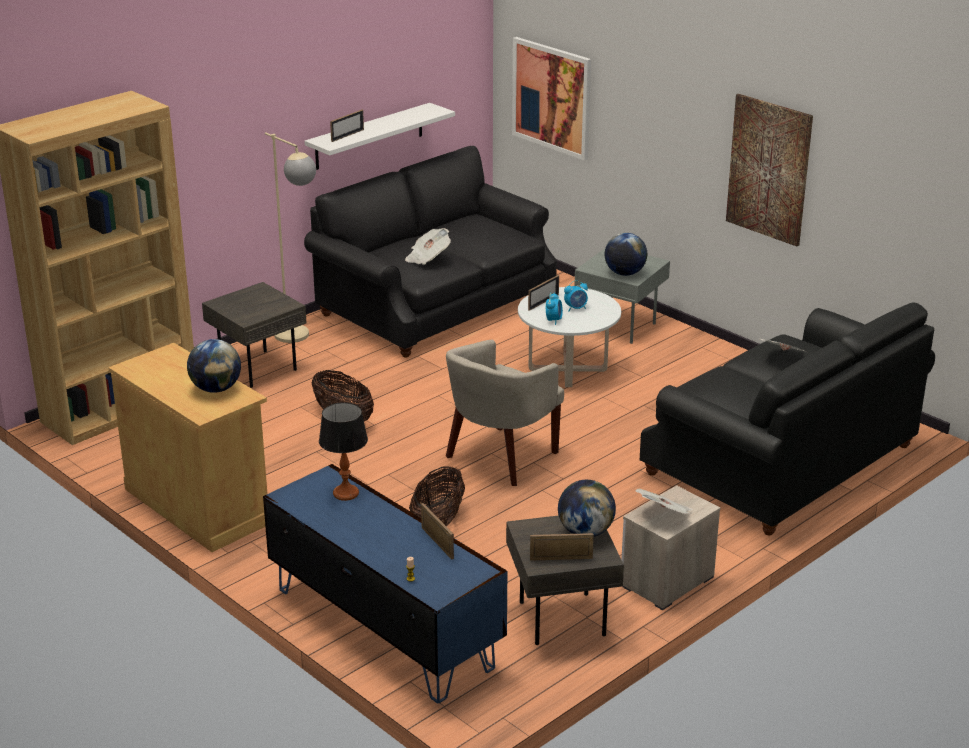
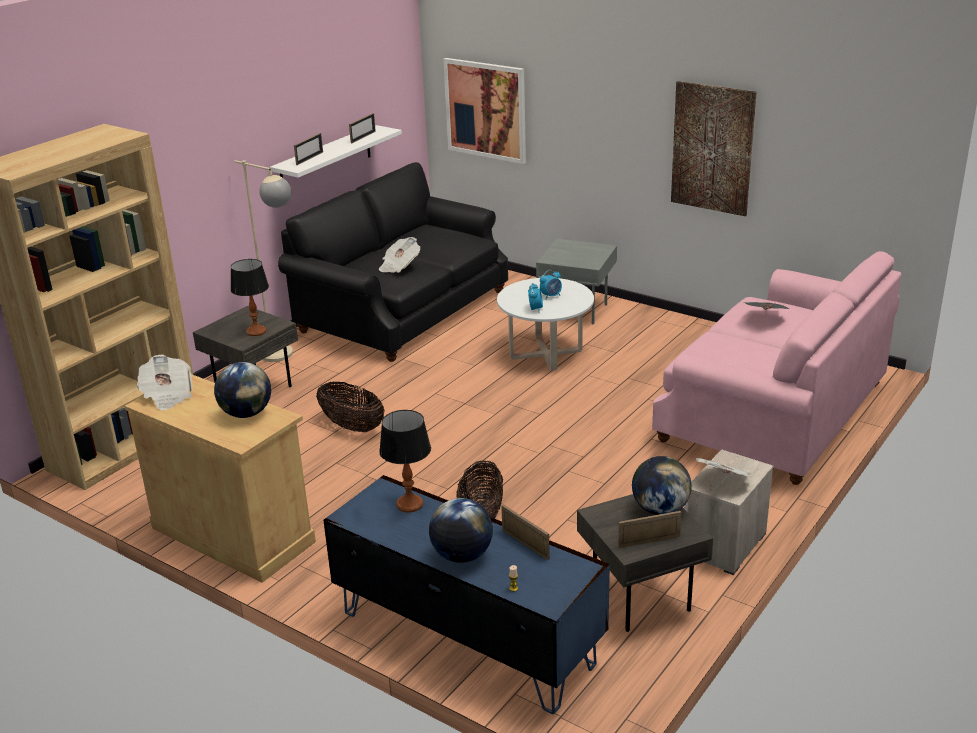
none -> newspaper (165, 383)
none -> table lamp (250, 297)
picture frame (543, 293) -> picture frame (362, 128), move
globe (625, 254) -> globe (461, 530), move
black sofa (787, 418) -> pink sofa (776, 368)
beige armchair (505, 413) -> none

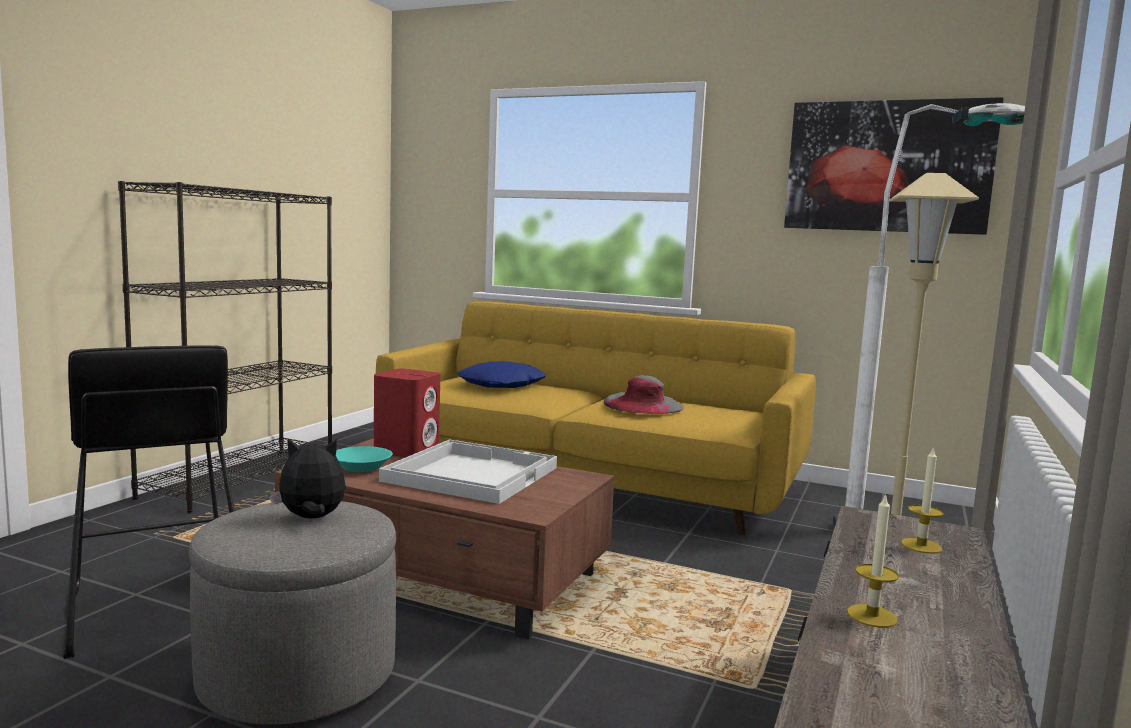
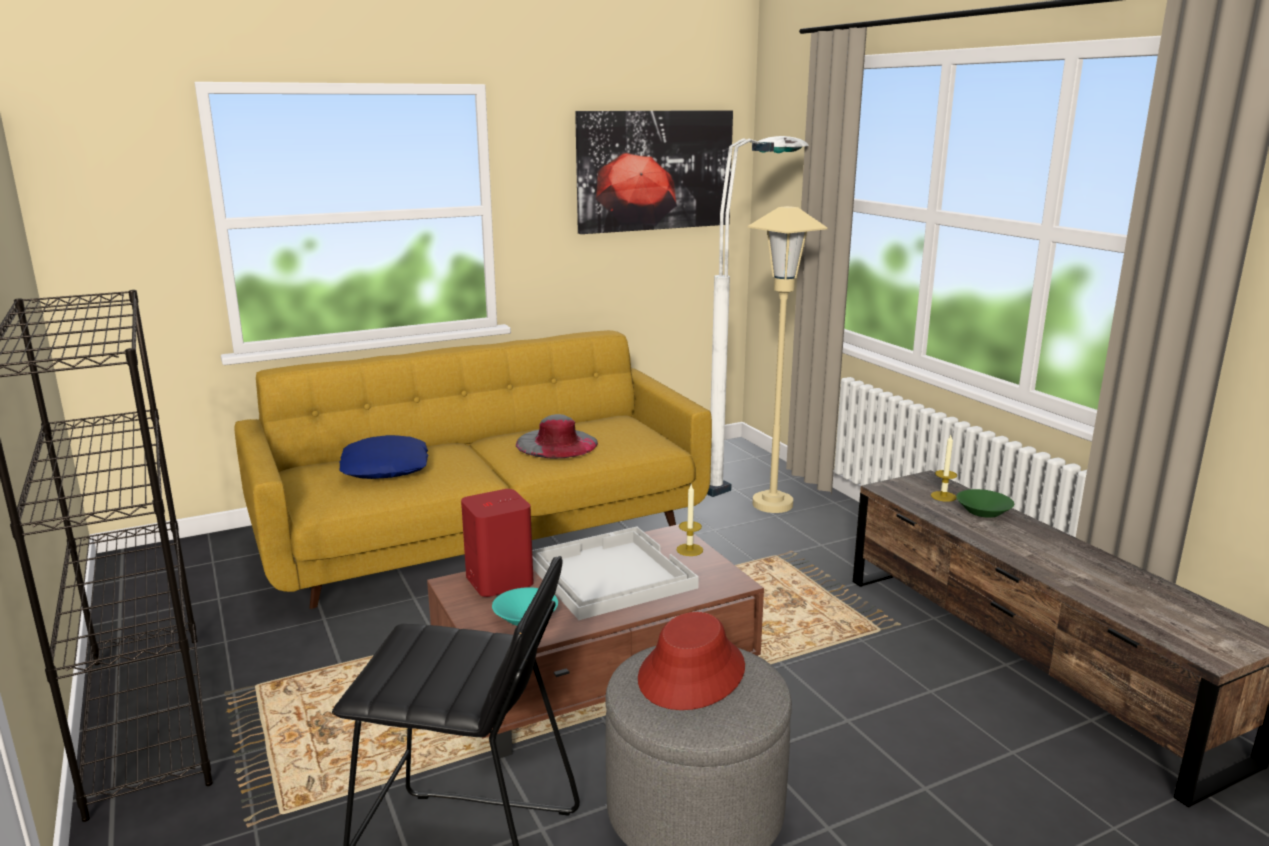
plush toy (308, 478) -> red hat (691, 661)
candle (873, 560) -> candle (689, 520), move
none -> green bowl (985, 503)

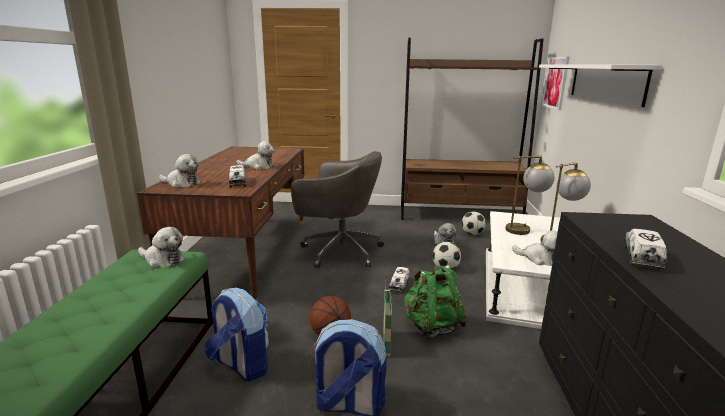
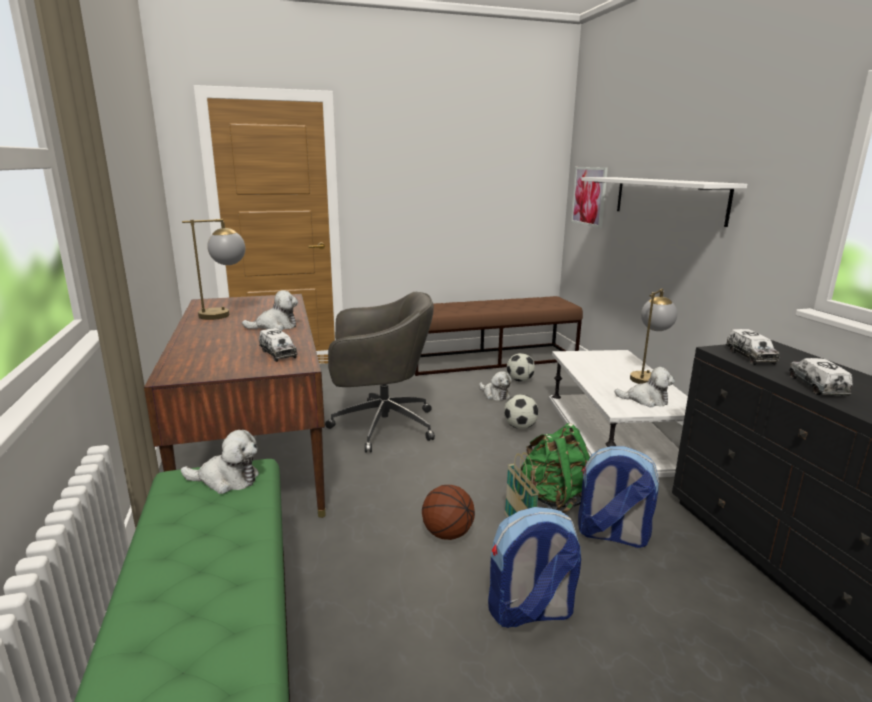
table lamp (530, 195) -> table lamp (213, 269), move
brown bookcase (472, 129) -> brown bench (499, 336)
backpack (236, 335) -> backpack (618, 497), move
toy truck (399, 280) -> toy truck (753, 347), move
plush toy (180, 171) -> none

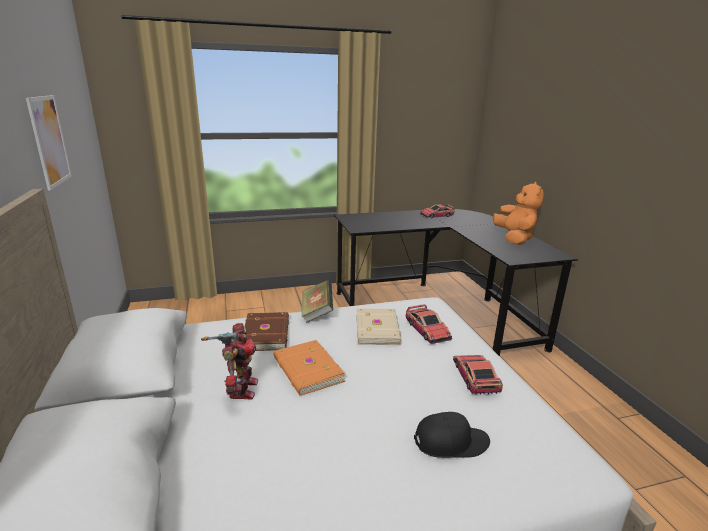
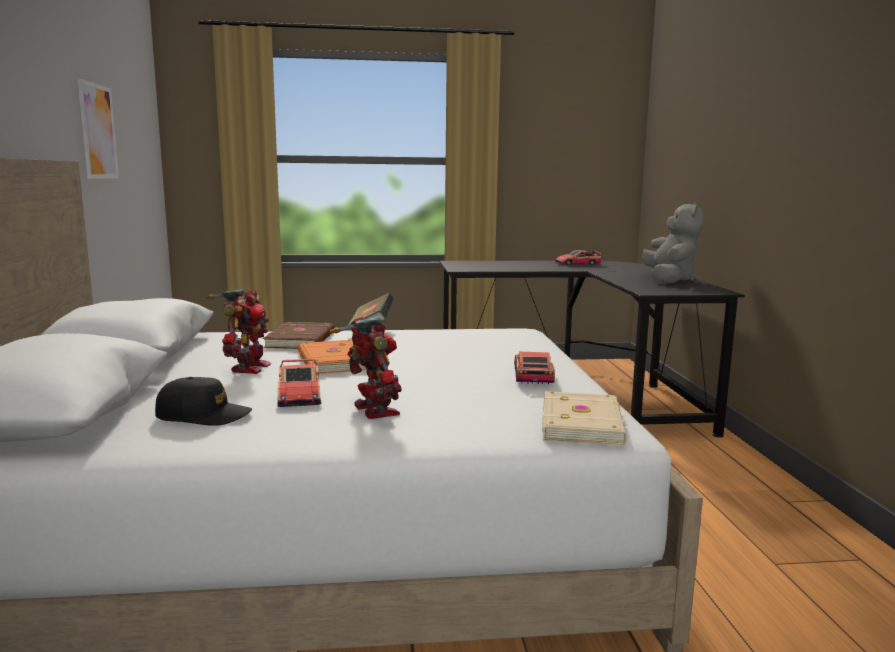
black cap (452, 435) -> black cap (203, 401), move
toy car (429, 324) -> toy car (299, 383), move
none -> toy robot (366, 367)
beige book (379, 326) -> beige book (584, 418), move
orange plush toy (518, 213) -> grey plush toy (673, 242)

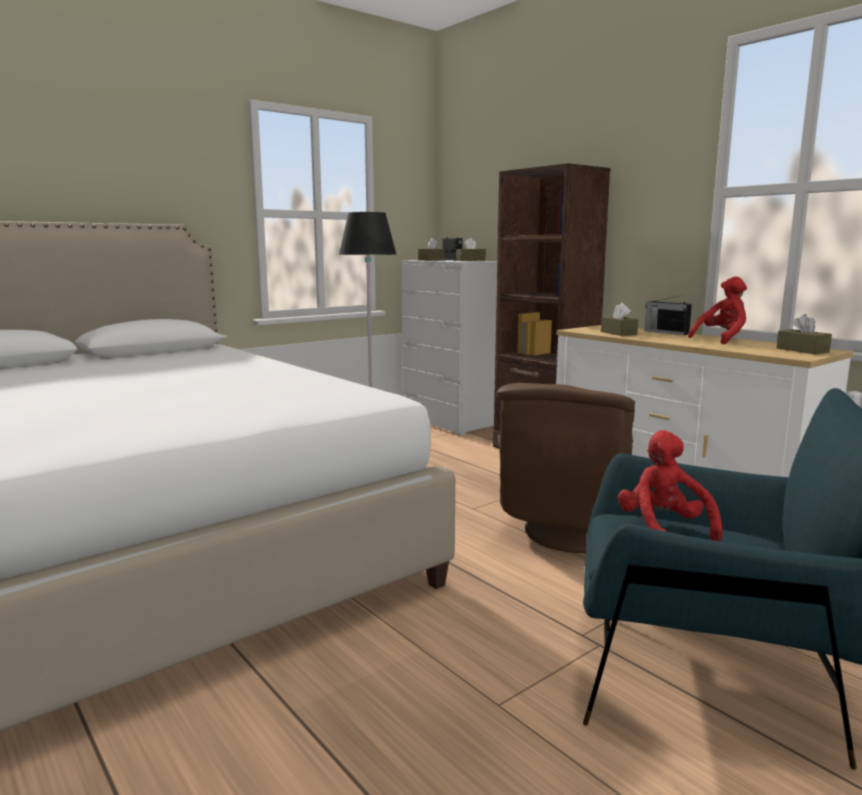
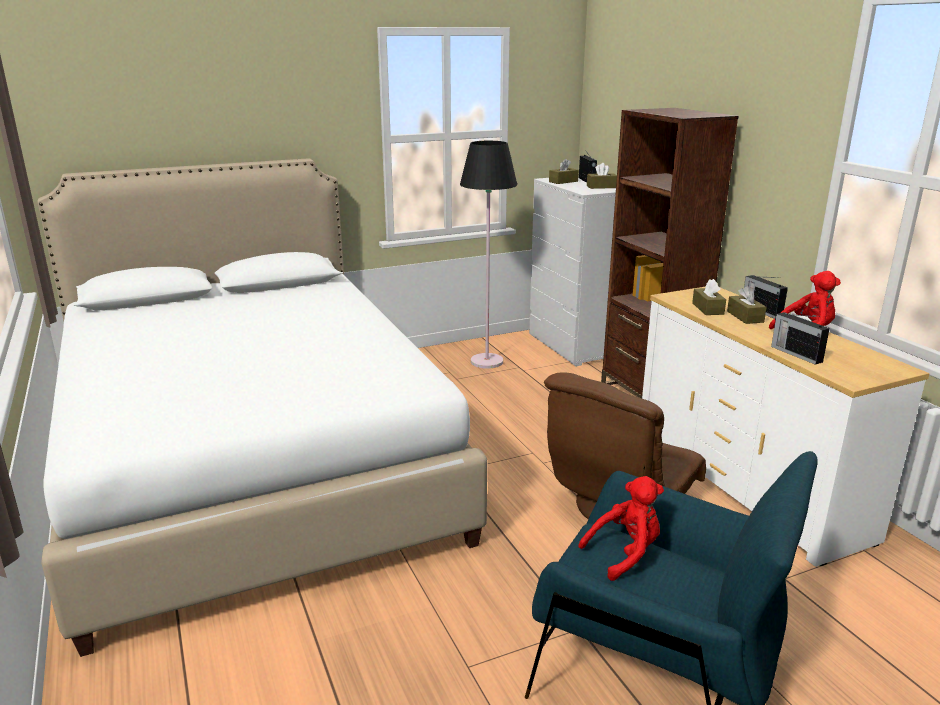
red plush toy (670, 486) -> red plush toy (621, 528), 60 degrees clockwise
brown tissue box (804, 334) -> brown tissue box (747, 305), move
none -> radio (800, 338)

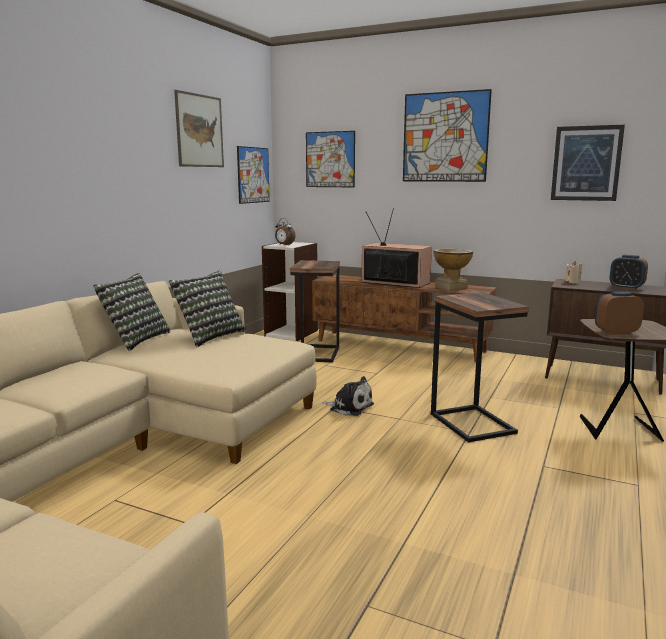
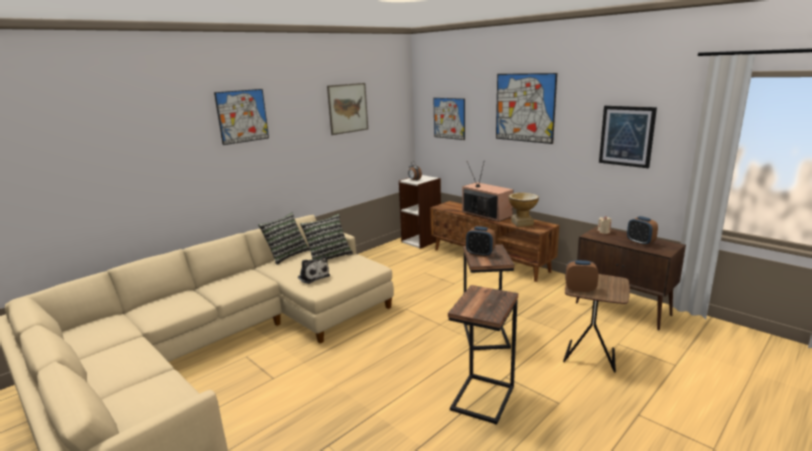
picture (253, 175) -> picture (241, 117), move
plush toy (348, 396) -> plush toy (314, 270), move
side table (315, 311) -> side table (483, 355), move
none -> alarm clock (480, 241)

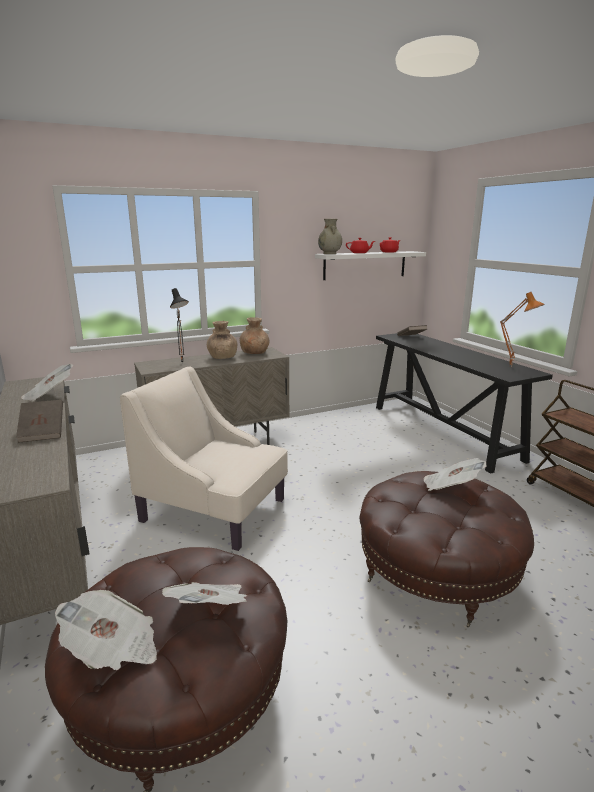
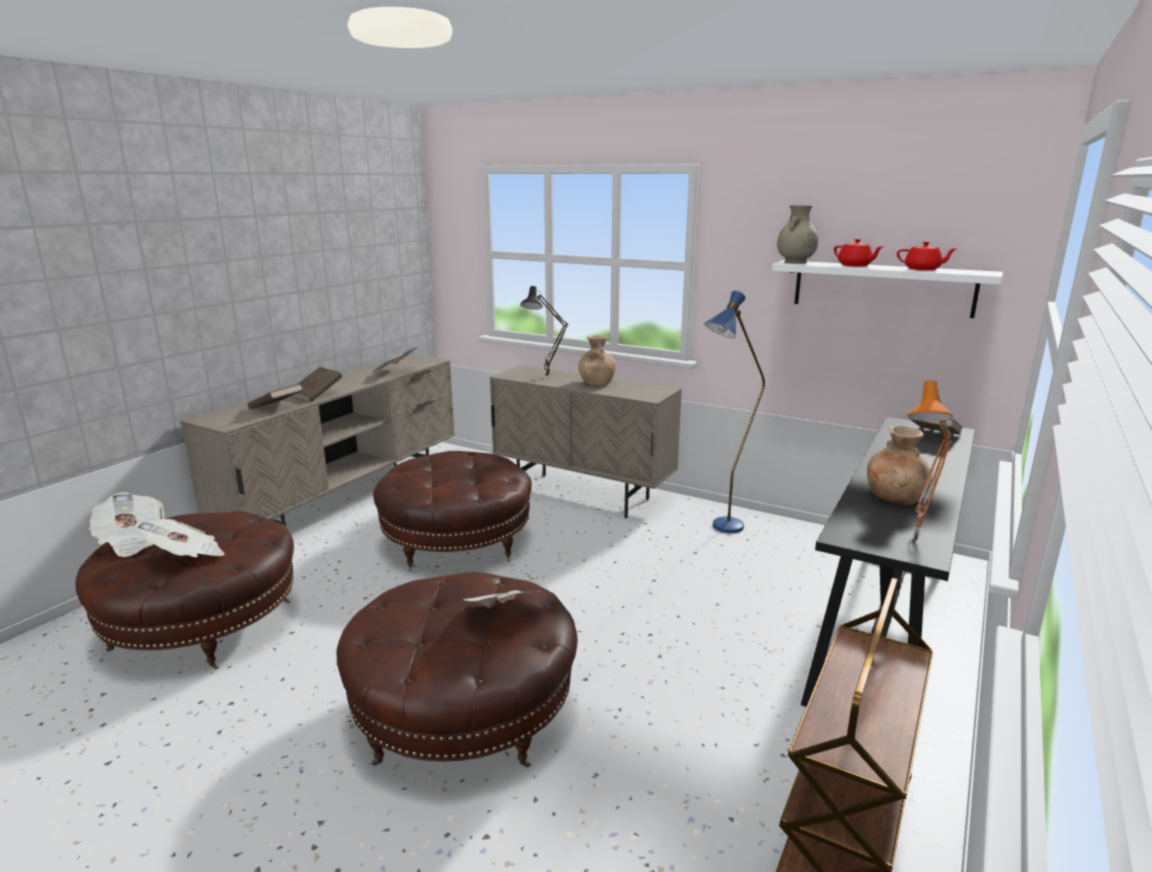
none -> brown book (275, 397)
beige armchair (204, 458) -> brown ottoman (452, 511)
none -> blue floor lamp (734, 412)
brown vase (254, 335) -> brown vase (899, 465), move

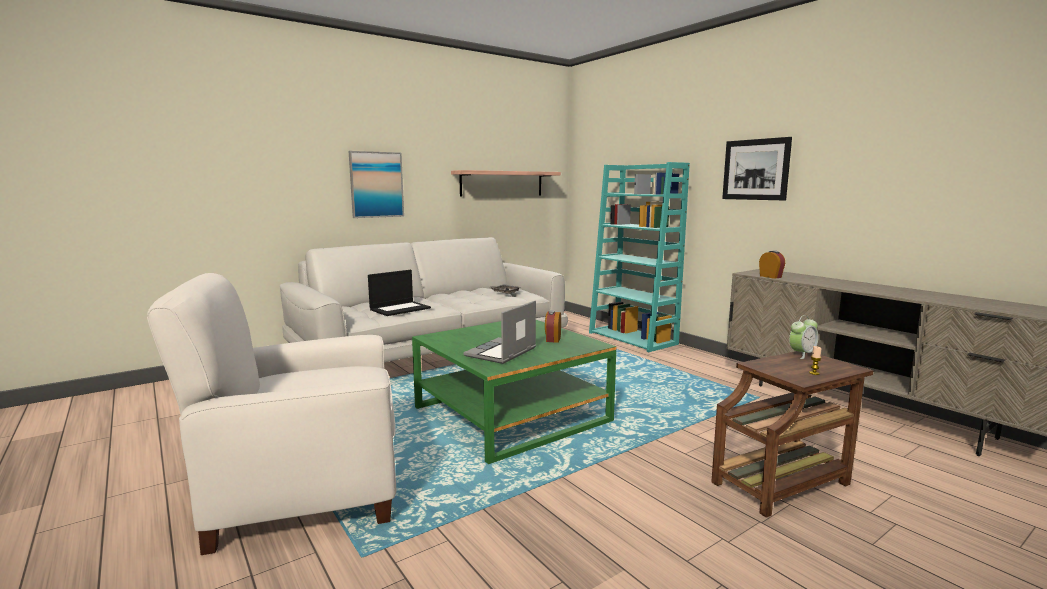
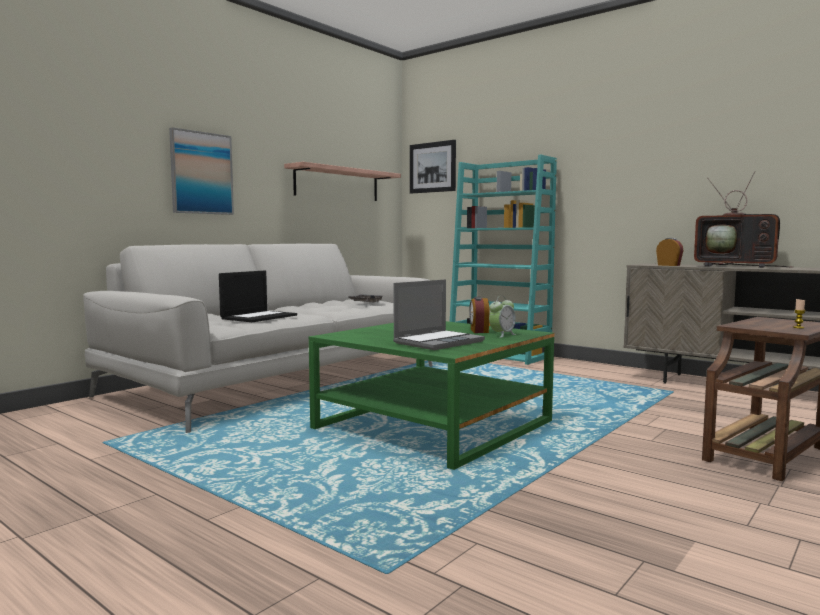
laptop (499, 332) -> laptop (439, 314), 150 degrees counterclockwise
picture (757, 169) -> picture (433, 167), move
alarm clock (804, 337) -> alarm clock (502, 317), move
none -> television (743, 219)
white armchair (271, 414) -> none

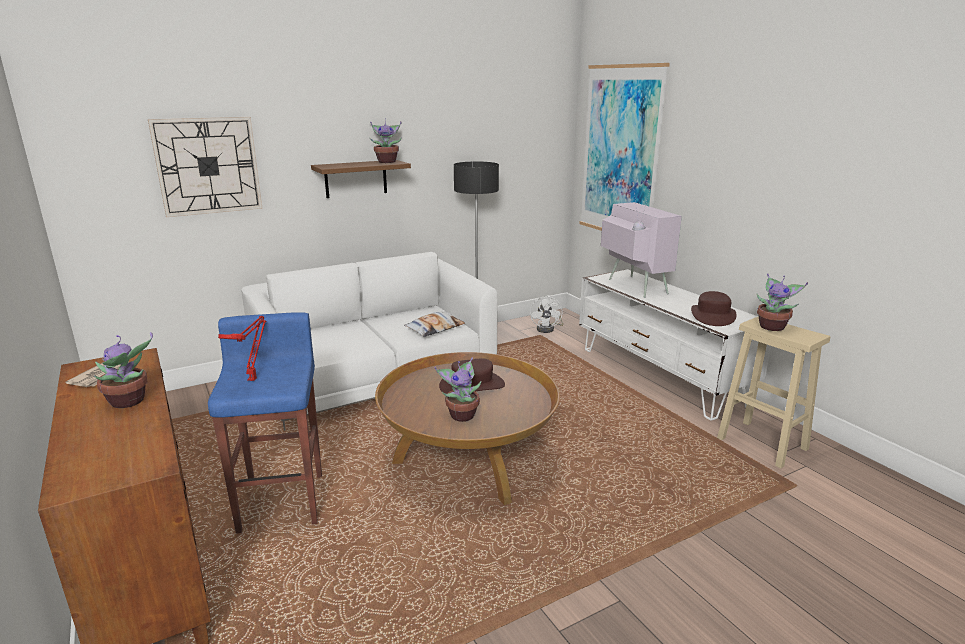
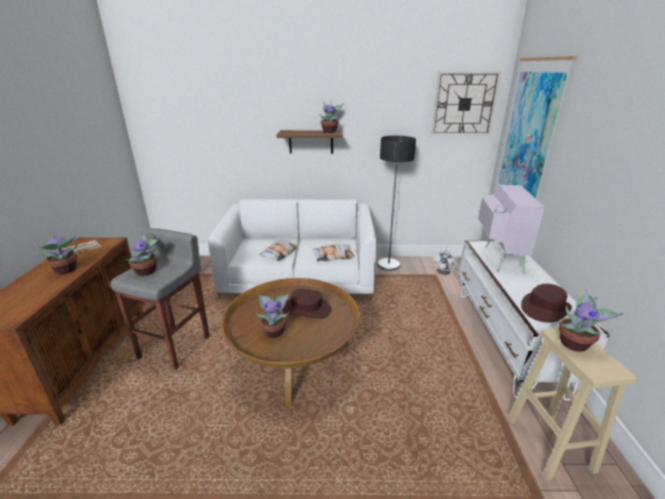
blue stool (265, 423) -> grey stool (160, 299)
red table lamp (242, 348) -> potted plant (142, 253)
none -> pillow (279, 250)
wall clock (205, 167) -> wall clock (466, 103), move

